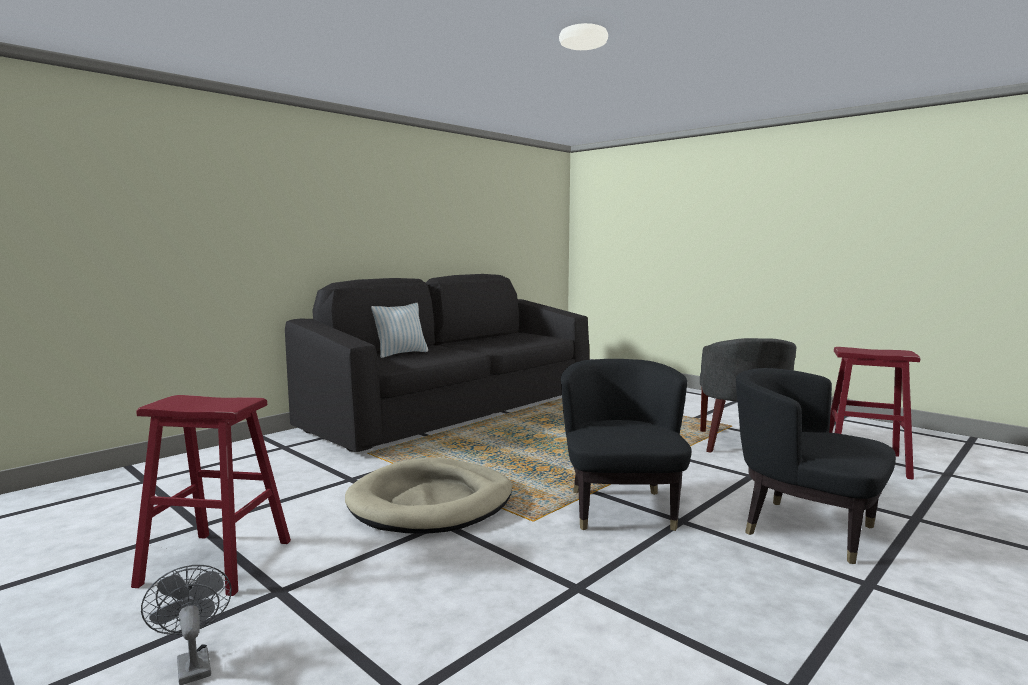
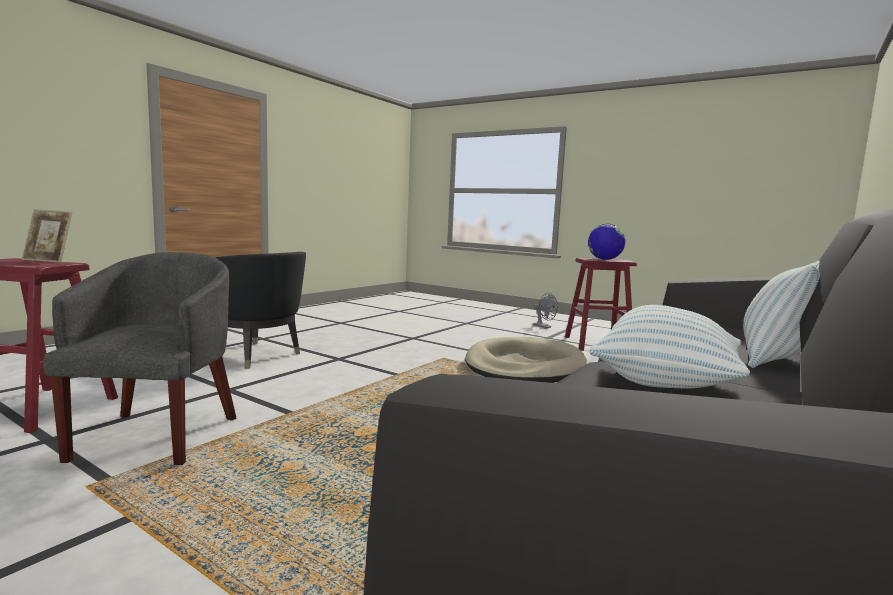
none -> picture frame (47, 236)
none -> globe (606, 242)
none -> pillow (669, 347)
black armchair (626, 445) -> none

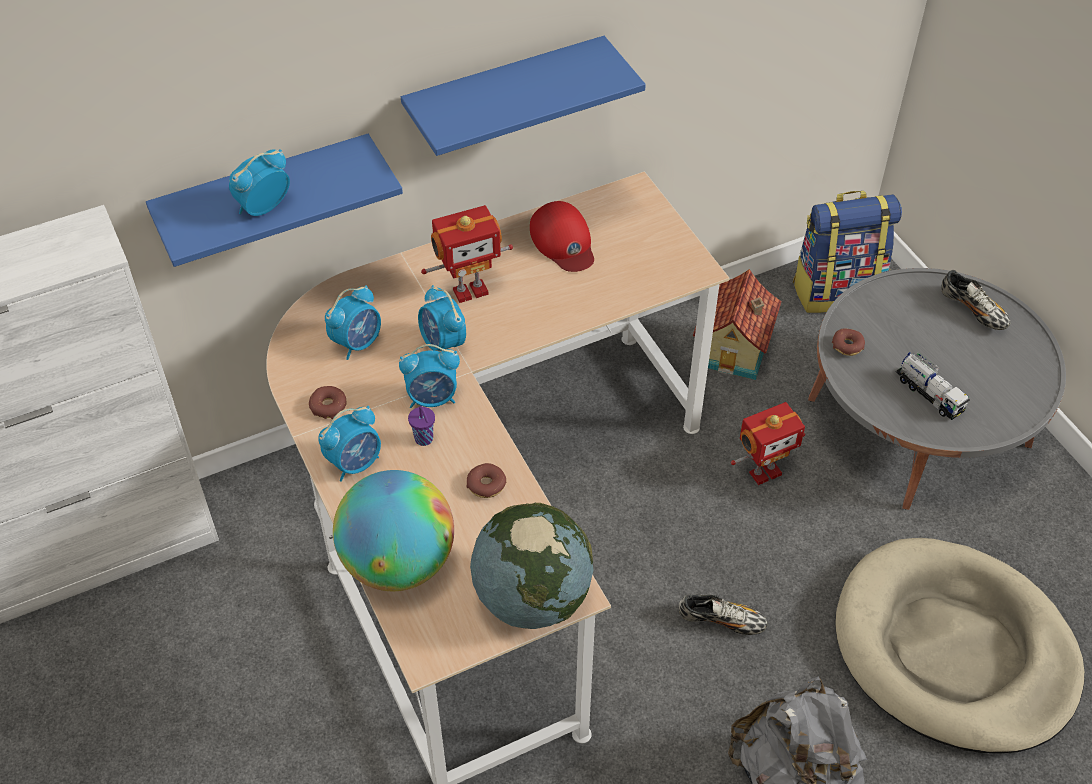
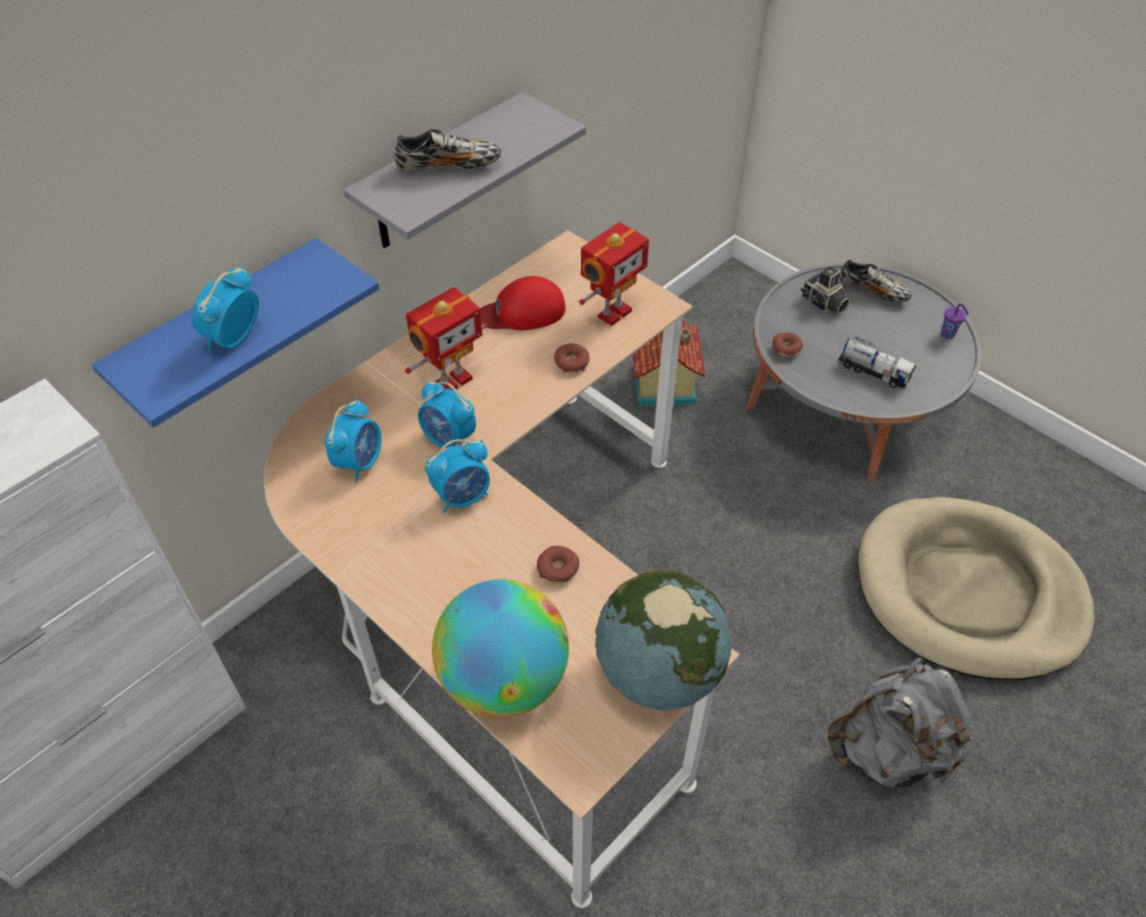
blue shelf (523, 96) -> grey shelf (464, 170)
shoe (723, 614) -> shoe (447, 151), move
red cap (562, 236) -> red cap (523, 303), 120 degrees clockwise
donut (328, 402) -> donut (572, 358), move
toy robot (768, 443) -> toy robot (614, 274), move
none -> photo camera (825, 290)
purple cup (421, 426) -> purple cup (955, 321), move
alarm clock (349, 444) -> none
backpack (847, 252) -> none

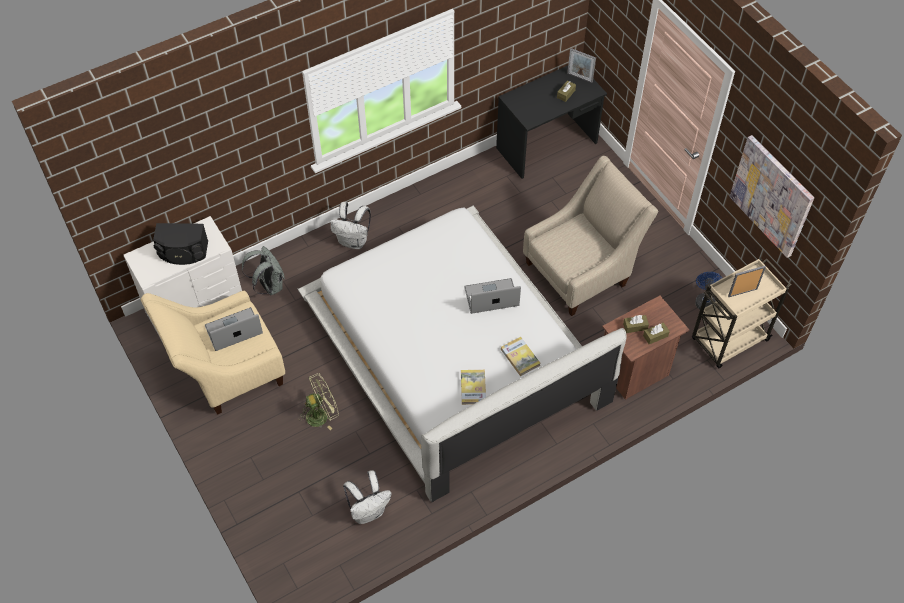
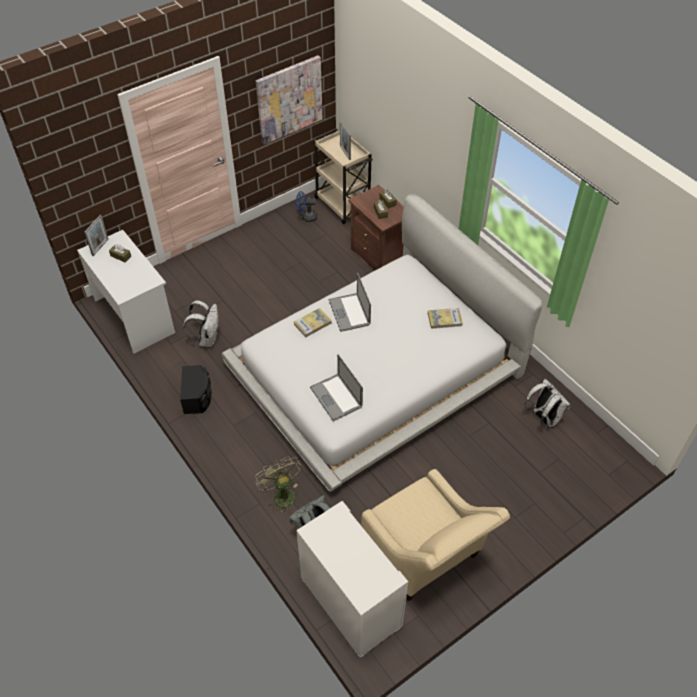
black desk (551, 122) -> white desk (126, 292)
black speaker (180, 244) -> black speaker (195, 389), move
white backpack (350, 225) -> white backpack (201, 323), move
green fan (318, 401) -> green fan (278, 485), move
book (520, 356) -> book (313, 323), move
laptop (234, 329) -> laptop (336, 387), move
beige armchair (590, 236) -> none

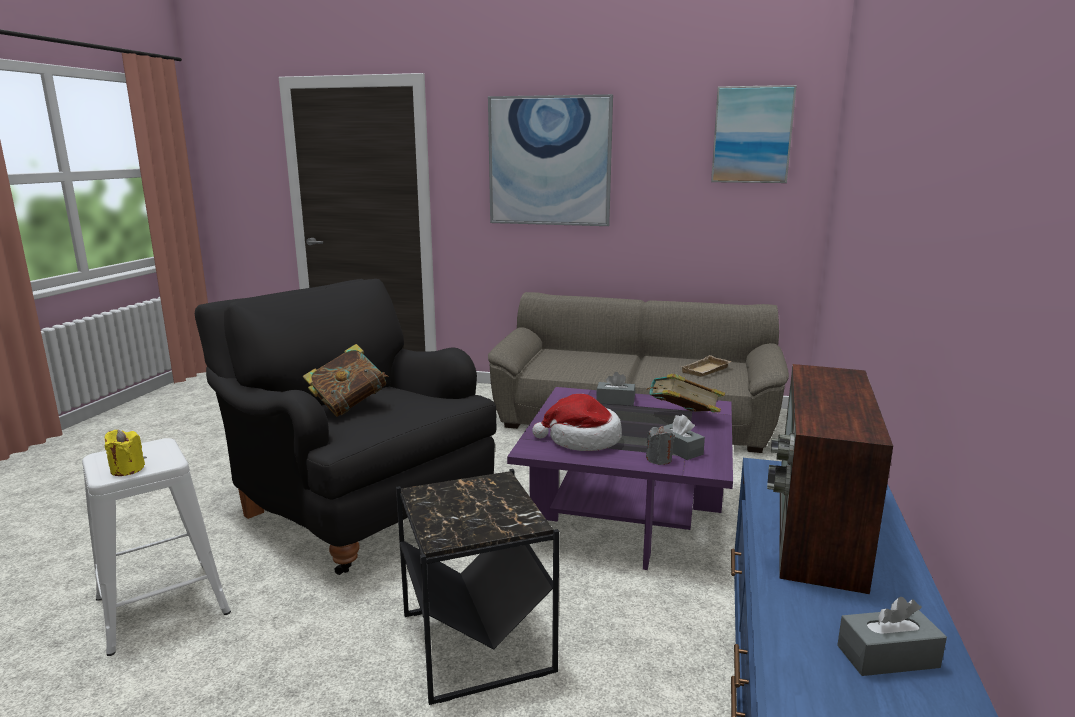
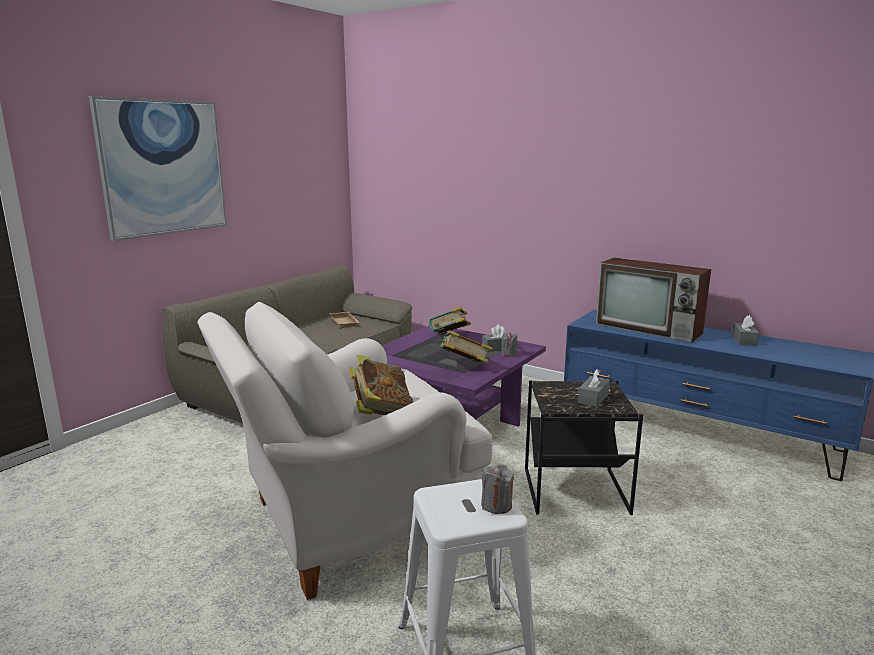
black armchair (345, 427) -> white armchair (344, 451)
hat (577, 422) -> book (465, 346)
yellow candle (125, 453) -> grey candle (497, 489)
grey tissue box (615, 389) -> grey tissue box (594, 388), move
picture (754, 134) -> none

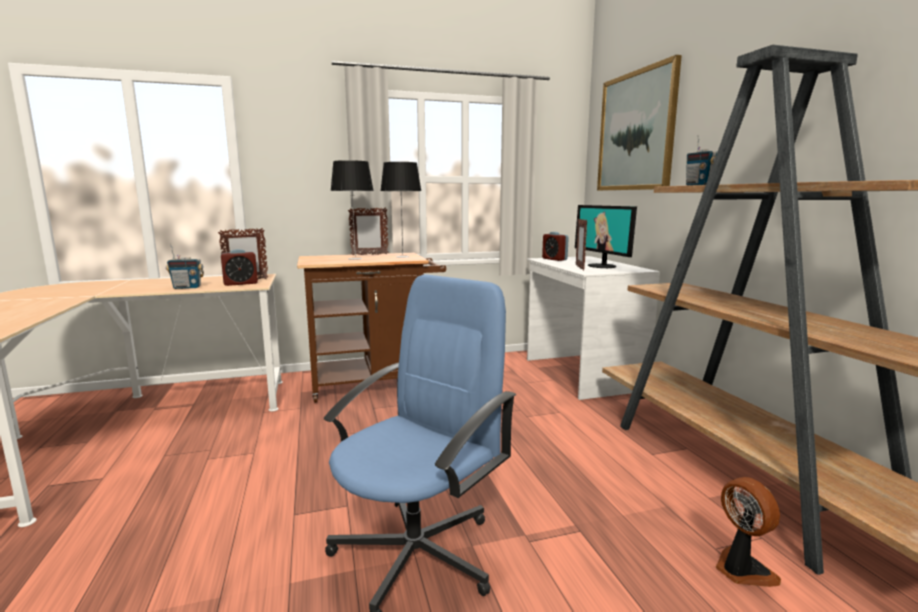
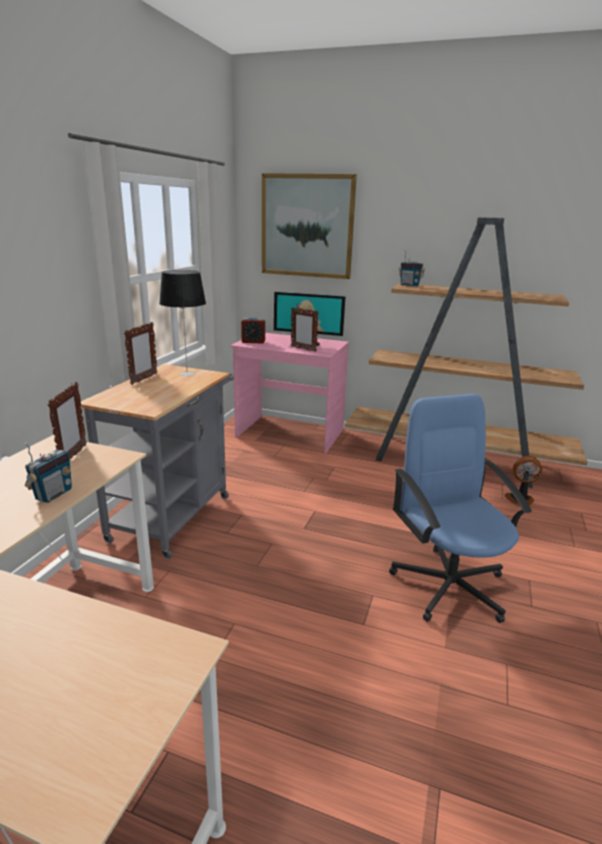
brown cart (371, 328) -> grey cart (157, 461)
white desk (593, 328) -> pink desk (289, 393)
alarm clock (239, 267) -> none
table lamp (352, 210) -> none

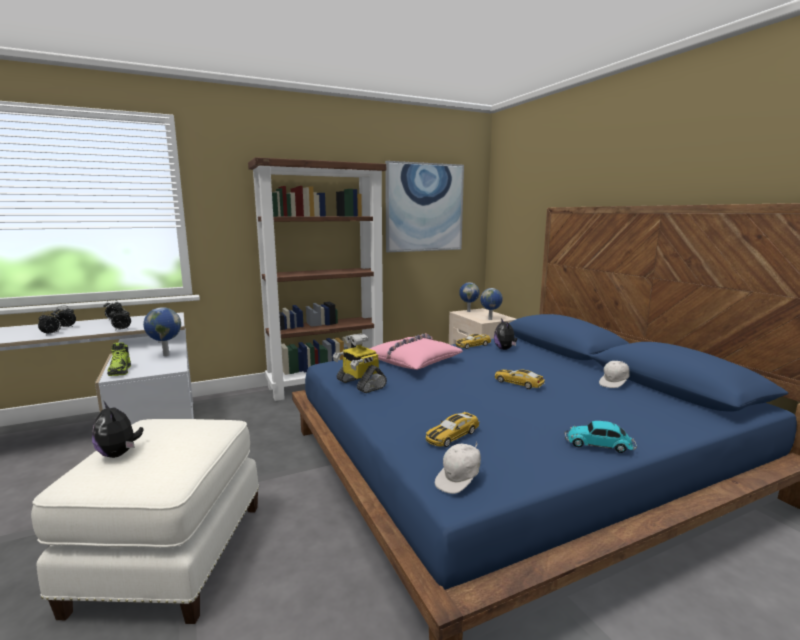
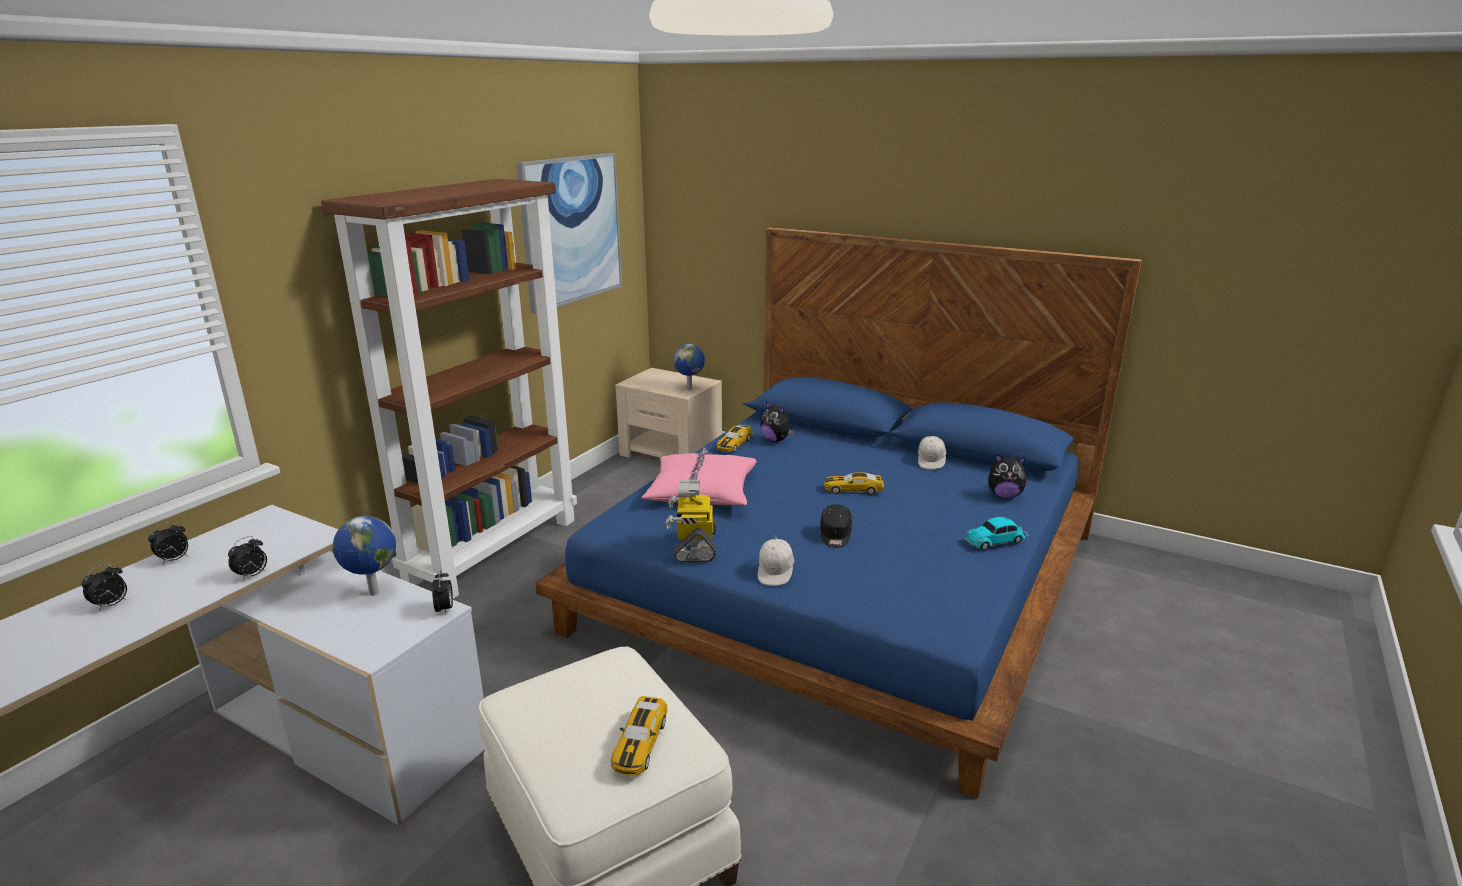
alarm clock (49, 322) -> alarm clock (442, 592), move
toy car (452, 429) -> toy car (639, 735), move
toy robot (360, 363) -> toy robot (691, 521), 75 degrees clockwise
white cap (458, 467) -> white cap (776, 560), move
none -> black cap (836, 526)
plush toy (118, 430) -> plush toy (1008, 476), move
shoe (119, 359) -> none
globe (469, 297) -> none

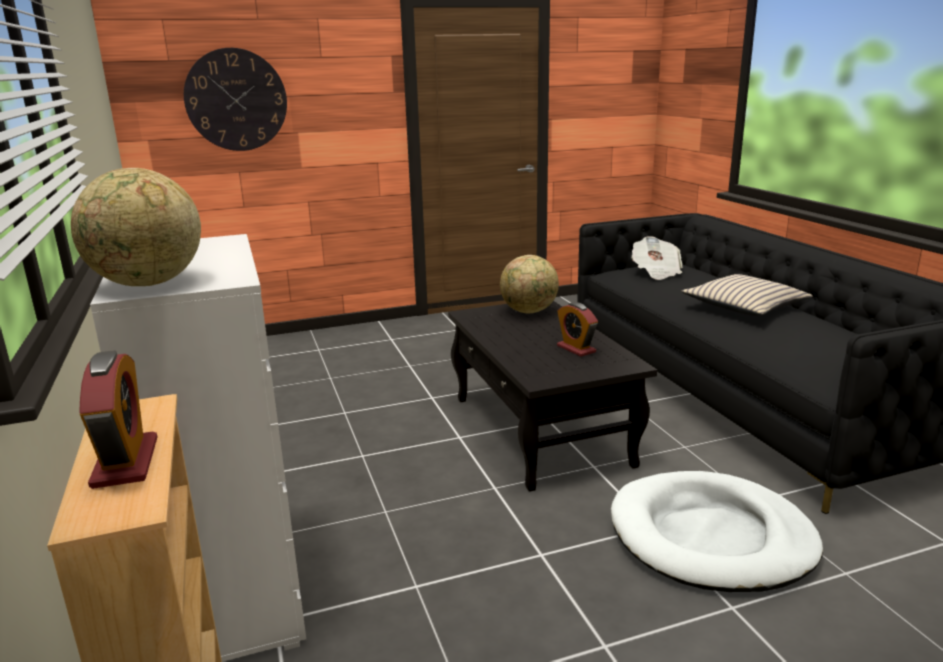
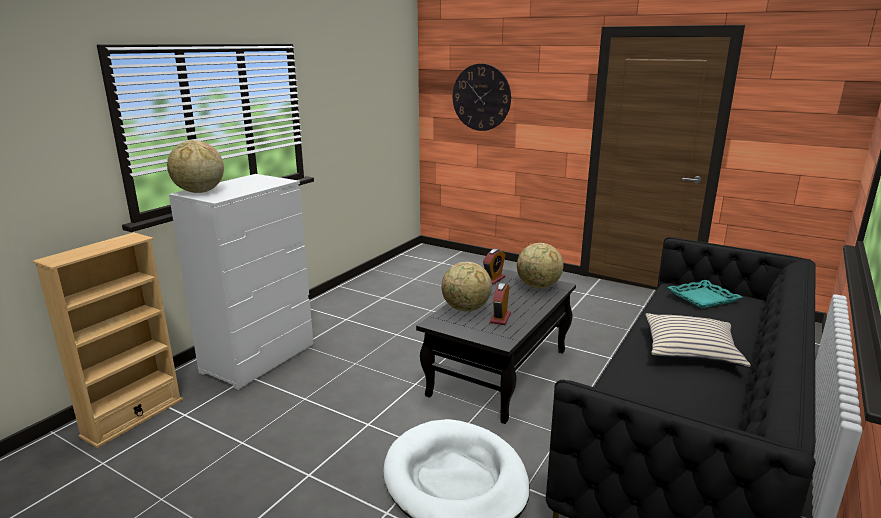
none -> globe (466, 286)
alarm clock (118, 419) -> alarm clock (494, 267), move
newspaper (656, 258) -> turquoise tray (705, 294)

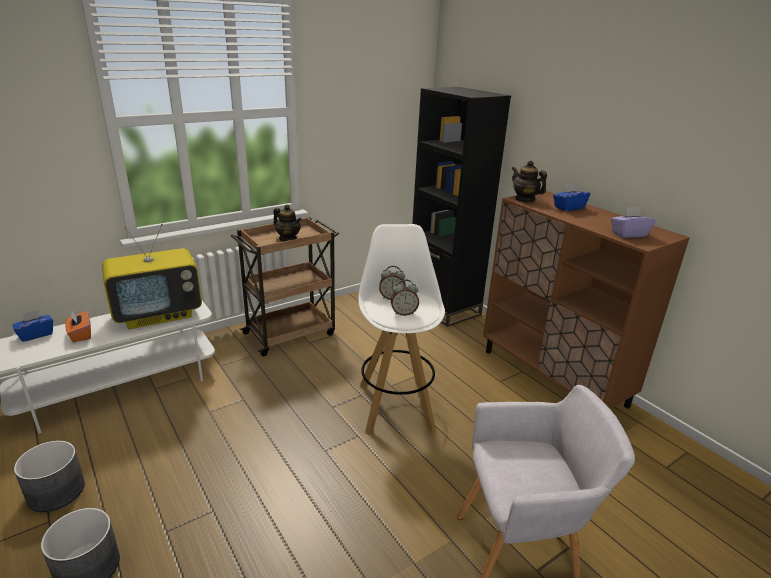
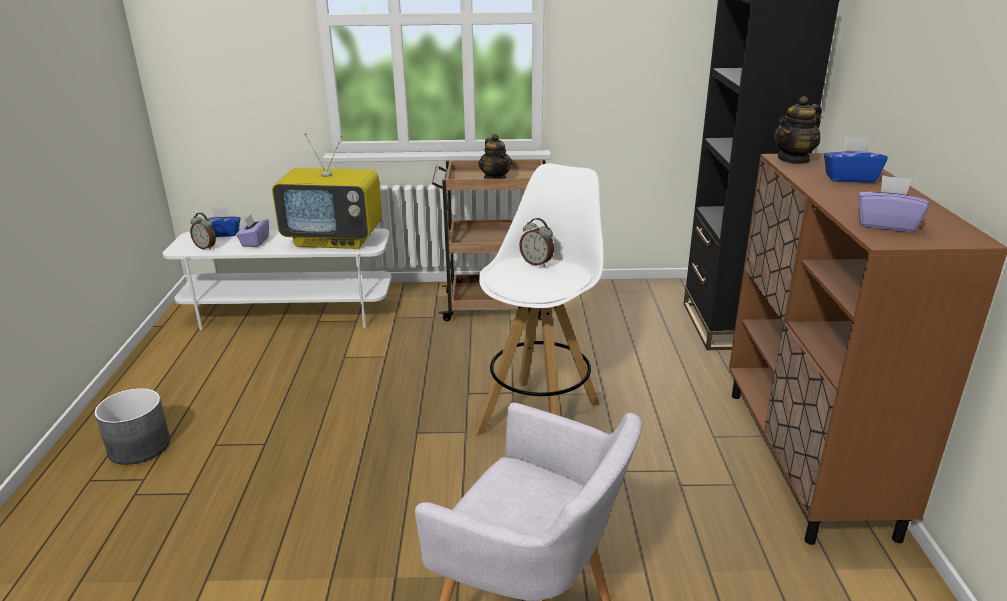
alarm clock (405, 297) -> alarm clock (203, 231), move
orange tissue box (78, 326) -> purple tissue box (252, 230)
teapot (529, 181) -> teapot (798, 130), 120 degrees counterclockwise
grey planter (49, 476) -> none

